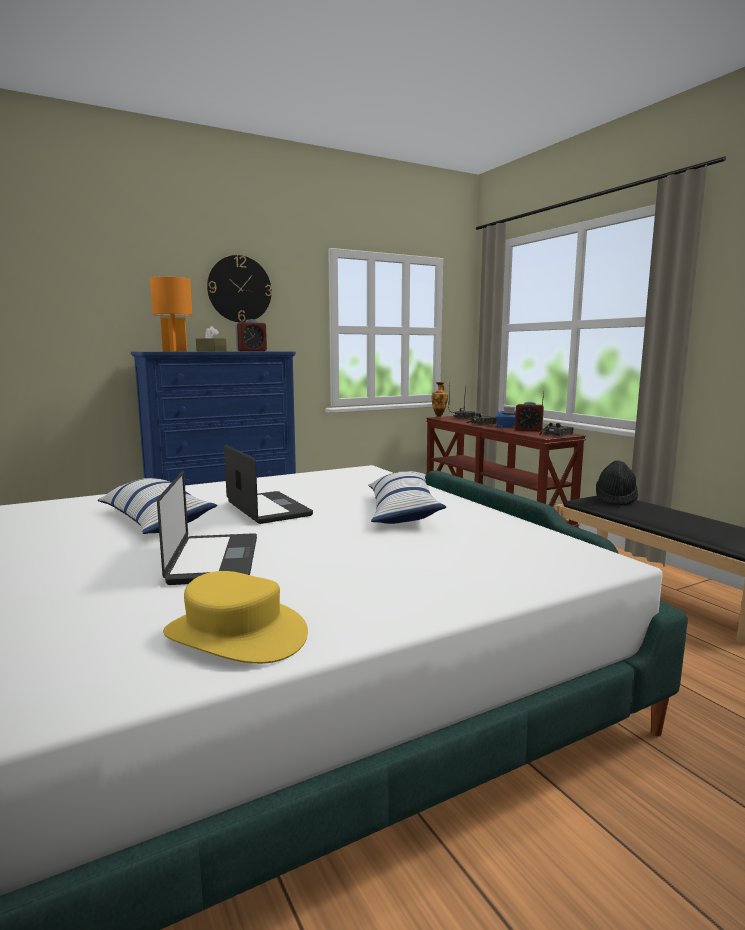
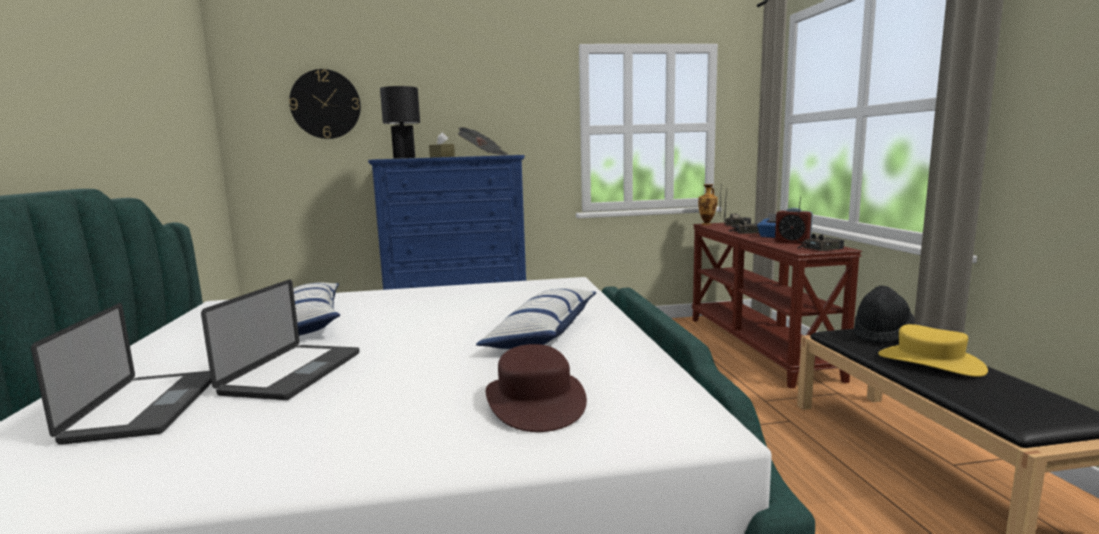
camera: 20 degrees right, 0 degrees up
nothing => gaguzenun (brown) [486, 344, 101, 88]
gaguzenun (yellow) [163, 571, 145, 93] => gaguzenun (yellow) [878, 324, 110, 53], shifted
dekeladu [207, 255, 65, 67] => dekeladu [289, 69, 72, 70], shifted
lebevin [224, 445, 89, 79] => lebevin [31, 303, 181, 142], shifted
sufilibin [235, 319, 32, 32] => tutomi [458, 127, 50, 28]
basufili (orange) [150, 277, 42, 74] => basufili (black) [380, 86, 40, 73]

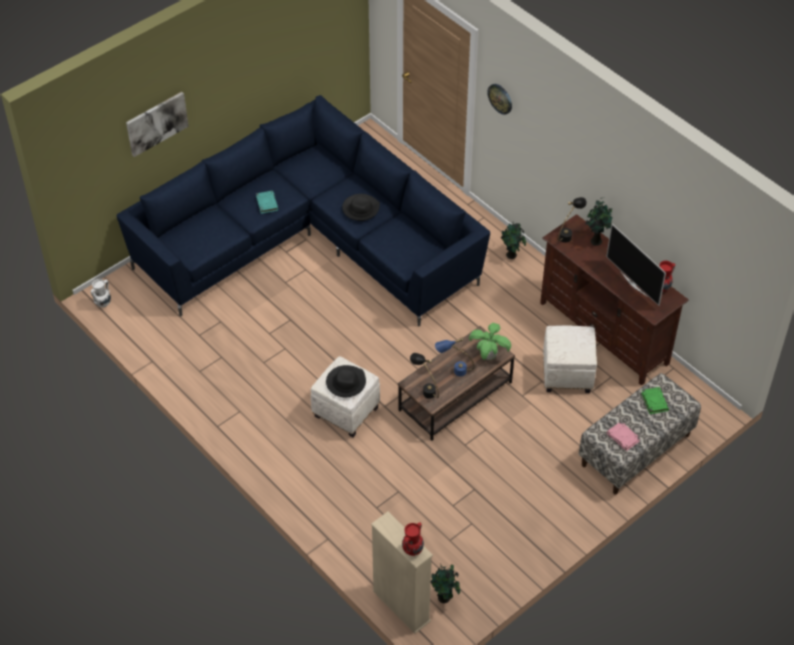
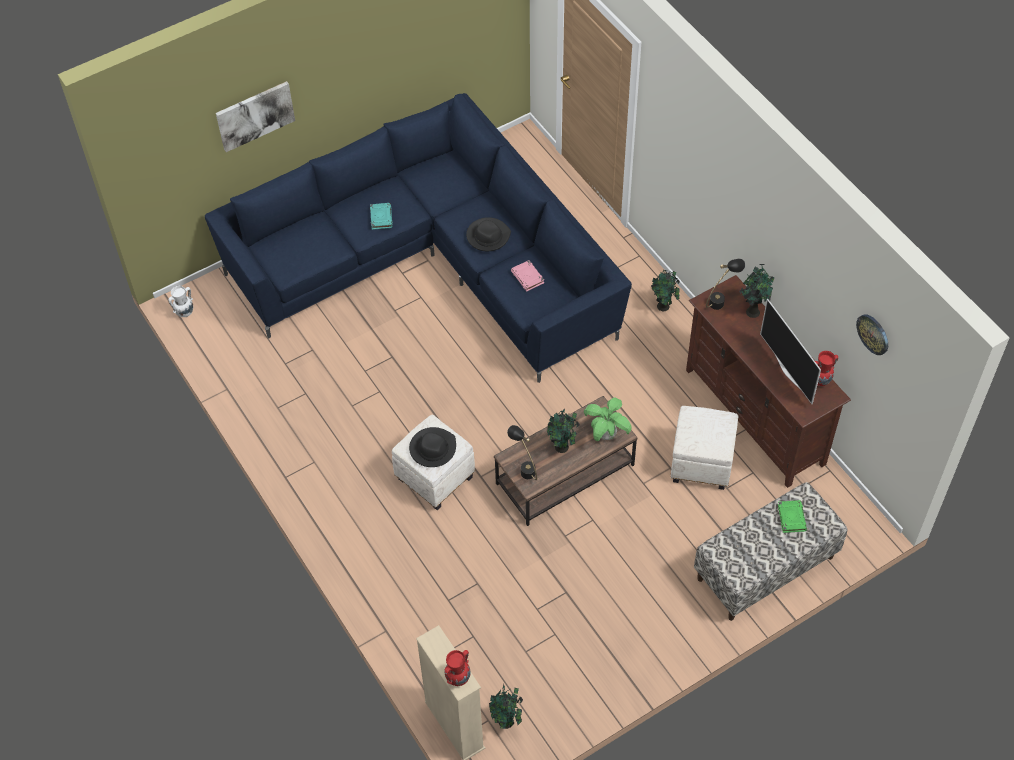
camera: 10 degrees right, 5 degrees up
dekeladu [487, 84, 25, 31] => dekeladu [856, 314, 32, 41], shifted
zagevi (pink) [606, 421, 35, 30] => zagevi (pink) [511, 260, 33, 31], shifted
basufili (blue) [435, 338, 39, 38] => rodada [547, 409, 33, 44]

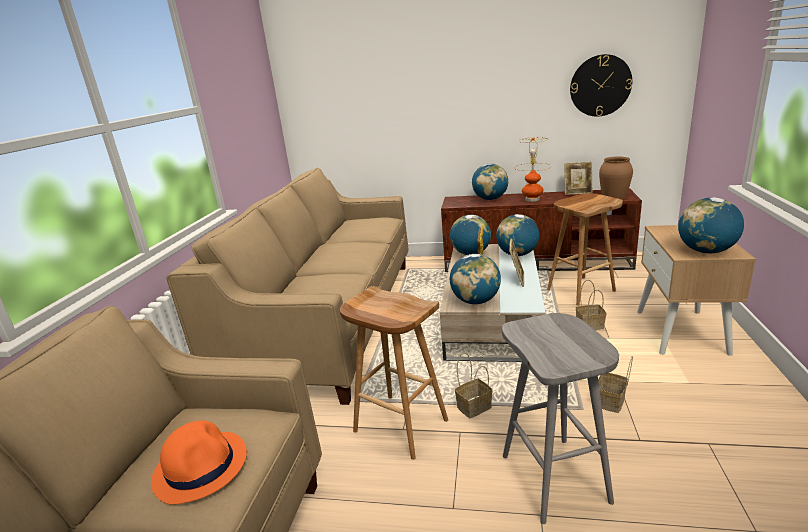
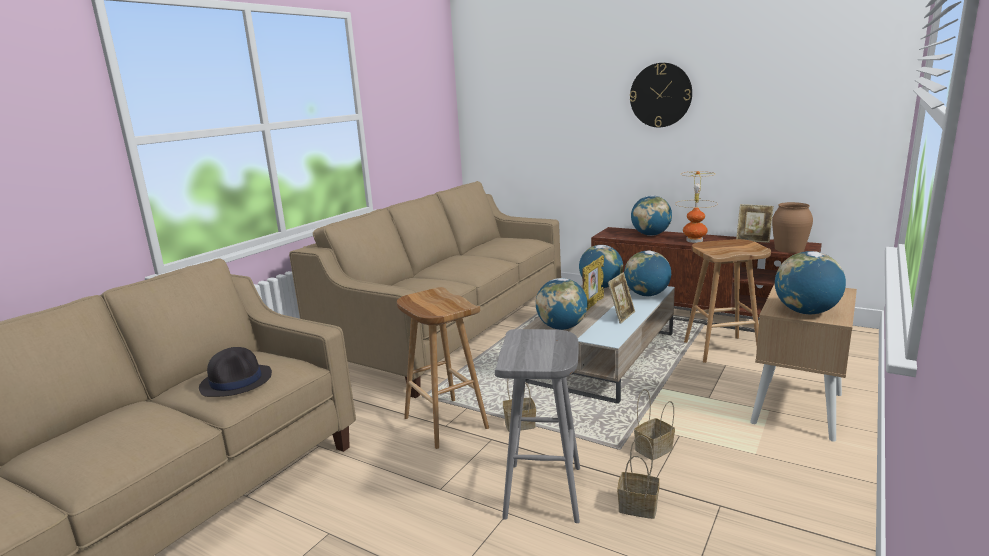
camera: 20 degrees right, 5 degrees down
dekeladu [570, 54, 62, 63] => dekeladu [630, 63, 62, 64], shifted
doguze [576, 280, 30, 50] => doguze [617, 435, 42, 84], shifted
gaguzenun (orange) [151, 420, 96, 85] => gaguzenun (black) [199, 347, 73, 50]

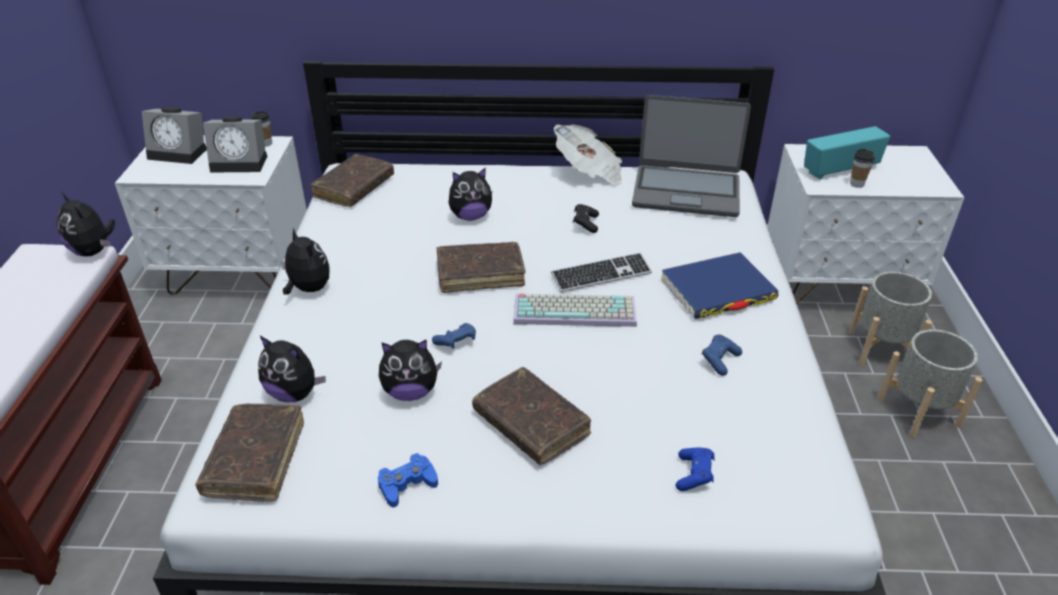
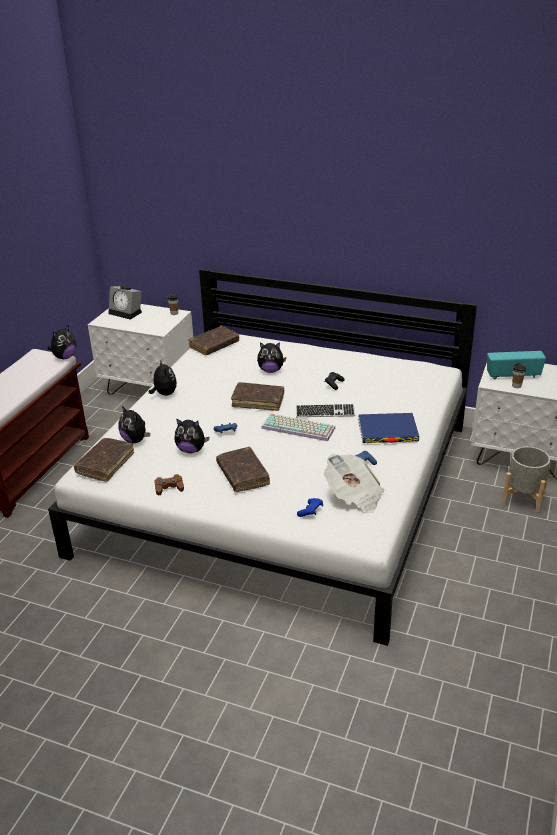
camera: 20 degrees right, 5 degrees down
sufilibin [203, 116, 65, 57] => nothing
lebevin [632, 95, 119, 122] => nothing
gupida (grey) [878, 329, 105, 109] => nothing
tutomi [554, 124, 68, 60] => tutomi [324, 454, 60, 59], shifted
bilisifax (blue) [378, 453, 60, 54] => bilisifax (brown) [154, 474, 30, 22]
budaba [57, 193, 58, 63] => budaba [48, 324, 28, 35], 120 degrees counterclockwise

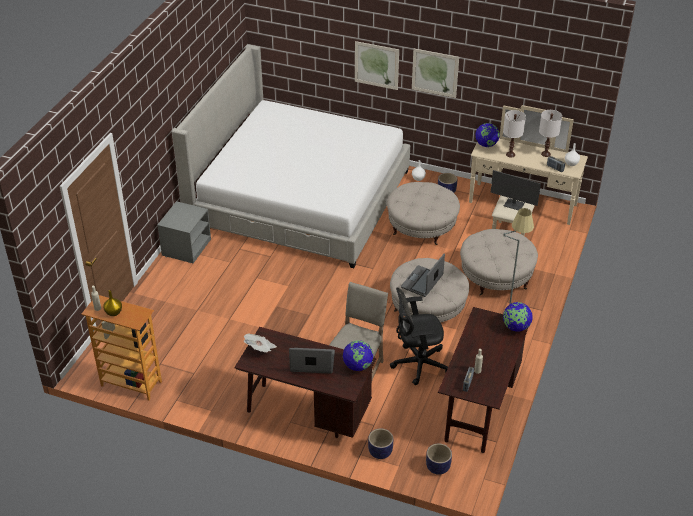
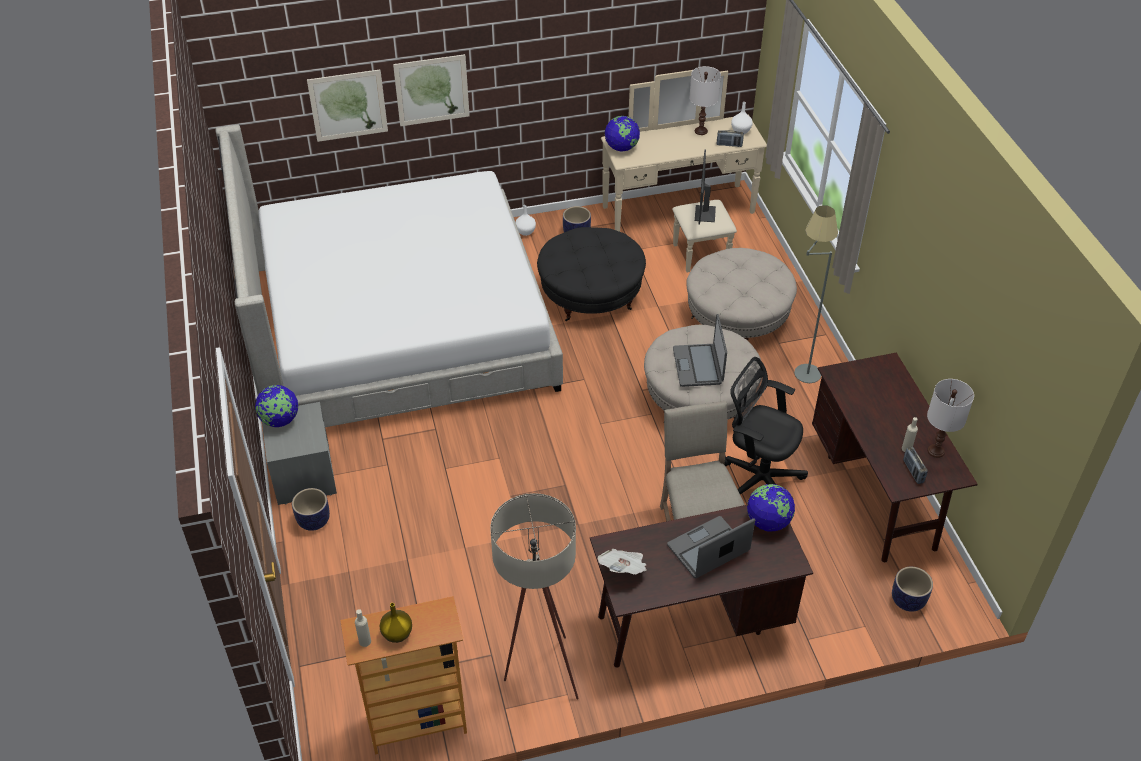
camera: 35 degrees left, 5 degrees up
nothing => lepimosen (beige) [490, 493, 89, 206]
gupida [368, 429, 25, 30] => gupida [292, 488, 38, 43], shifted
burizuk [412, 49, 47, 49] => burizuk [307, 69, 81, 73], shifted
basufili (white) [503, 110, 23, 48] => basufili (white) [927, 379, 47, 79], shifted
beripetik [503, 302, 30, 30] => beripetik [255, 385, 43, 42], shifted
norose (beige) [387, 182, 73, 63] => norose (black) [537, 227, 109, 94]
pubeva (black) [390, 288, 58, 97] => pubeva (black) [724, 357, 84, 137], 75 degrees clockwise
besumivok [491, 170, 50, 40] => besumivok [695, 149, 21, 75], 105 degrees clockwise

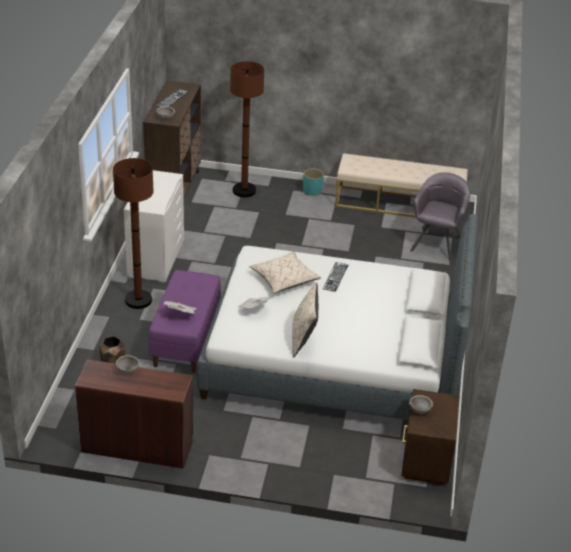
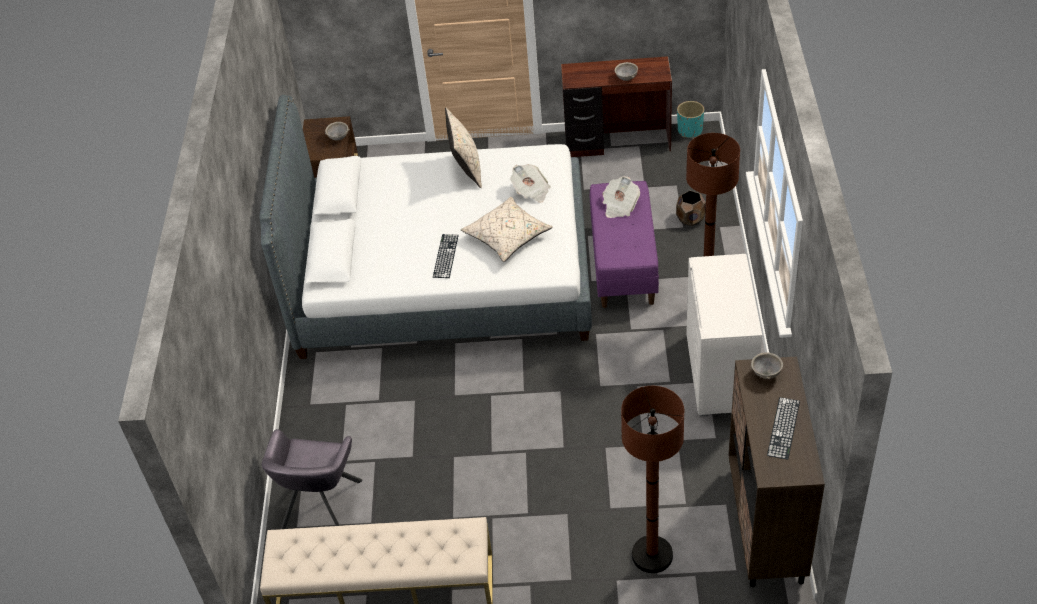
camera: 175 degrees right, 10 degrees up
gupida (turquoise) [303, 168, 21, 28] => gupida (turquoise) [677, 101, 27, 37], shifted

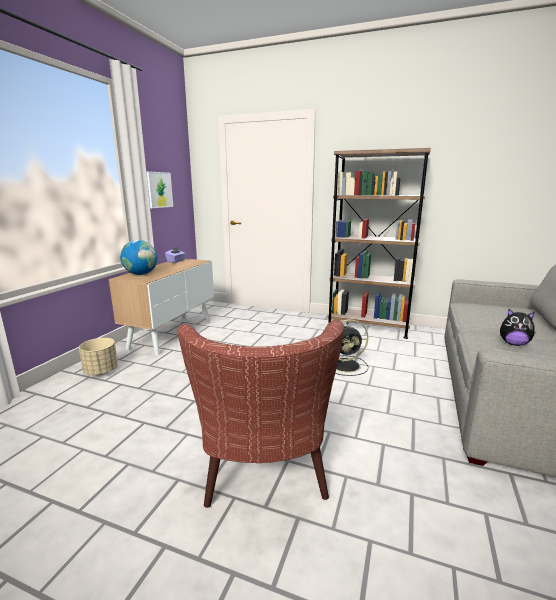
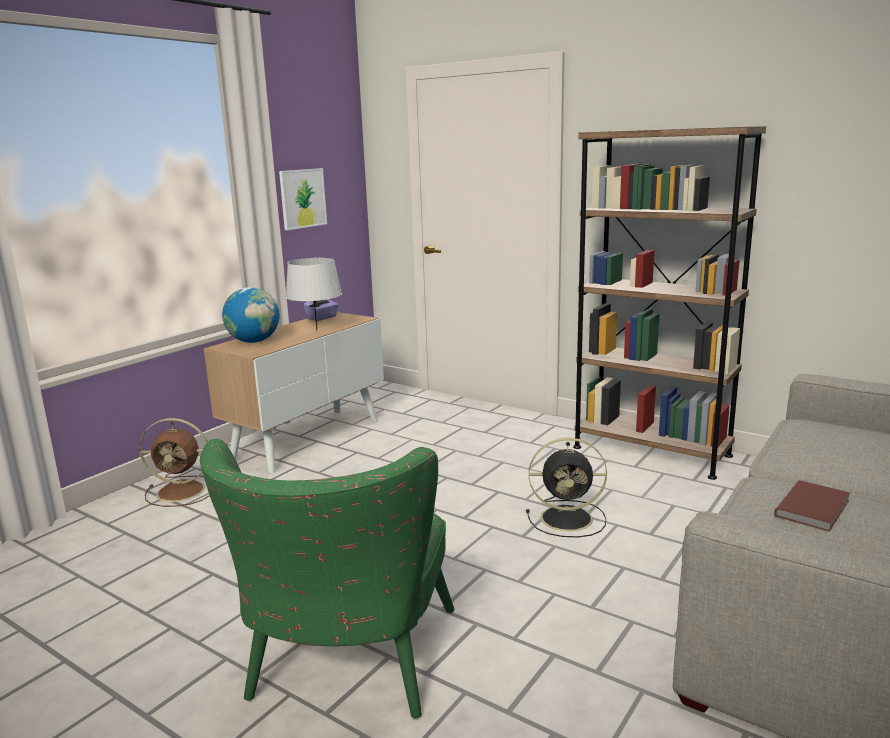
camera: 15 degrees right, 0 degrees up
nothing => basufili (grey) [286, 258, 56, 72]
gupida (beige) [79, 338, 39, 37] => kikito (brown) [139, 418, 71, 89]
budaba [500, 309, 35, 37] => zagevi (brown) [774, 480, 76, 52]
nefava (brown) [177, 320, 167, 188] => nefava (green) [200, 439, 254, 279]

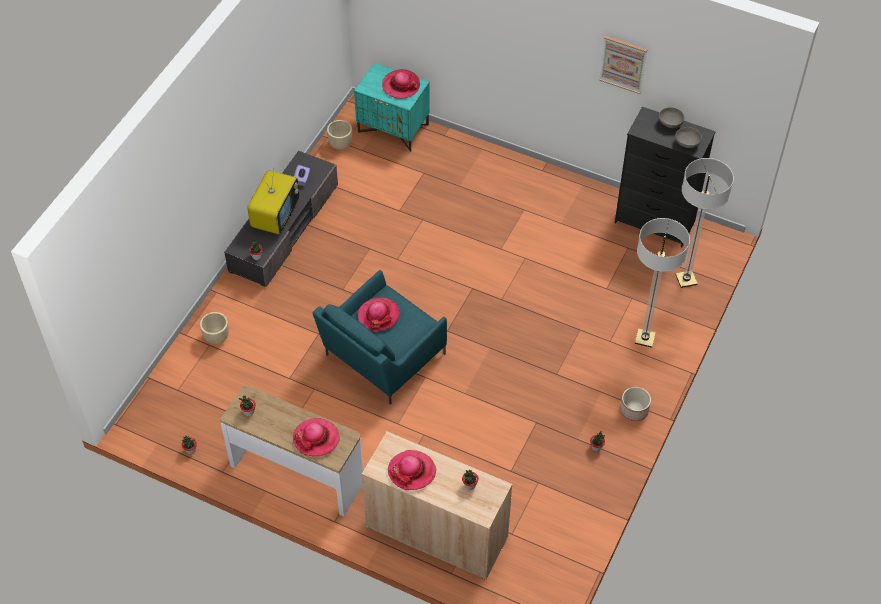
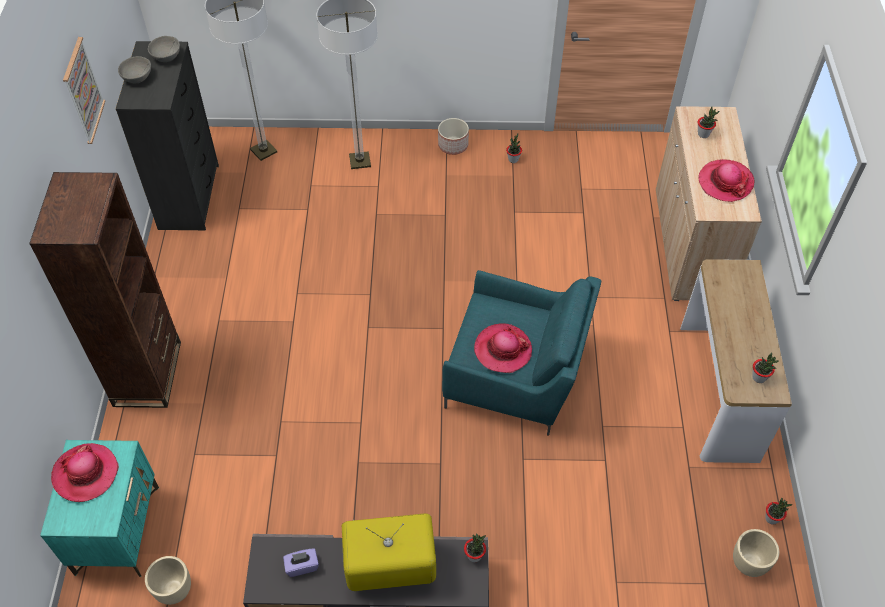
camera: 115 degrees left, 0 degrees up
gaguzenun [293, 418, 47, 38] => nothing
nothing => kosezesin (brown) [29, 172, 152, 236]
gupida (beige) [200, 312, 29, 32] => gupida (beige) [733, 529, 46, 48], shifted

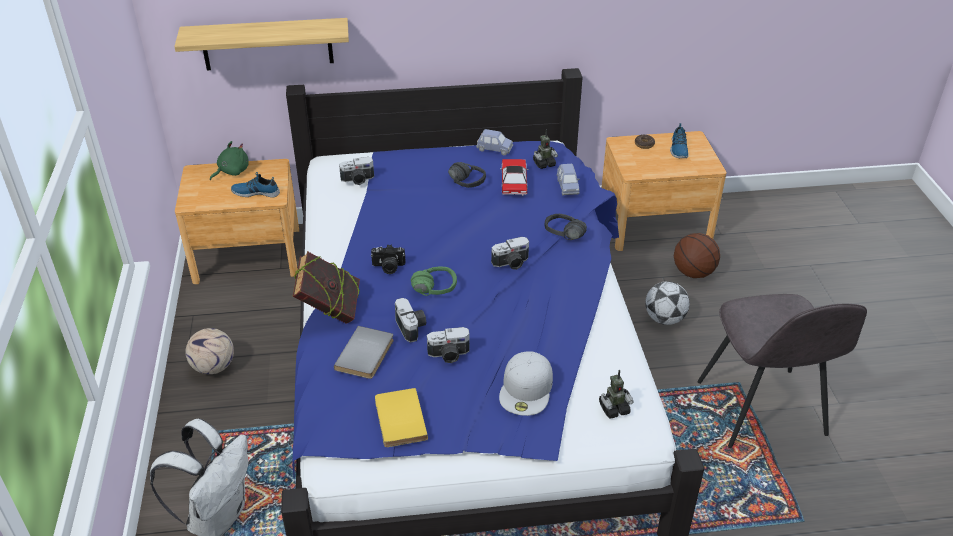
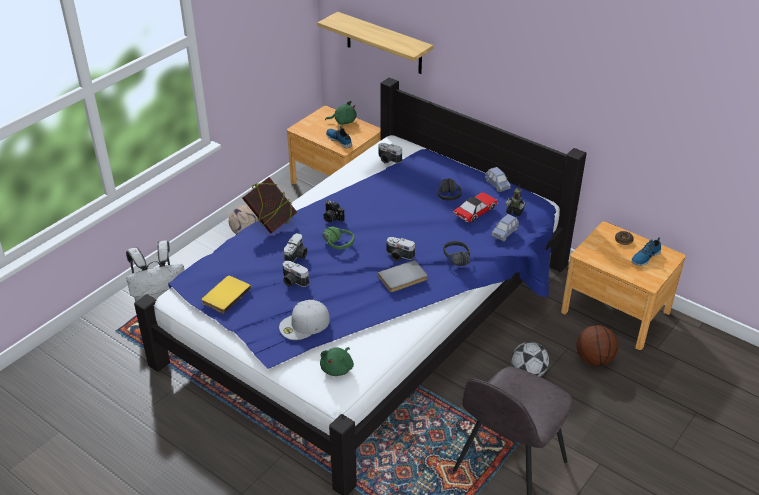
camera: 45 degrees right, 0 degrees up
zagevi (grey) [334, 326, 60, 53] => zagevi (grey) [378, 260, 50, 32], shifted
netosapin [599, 370, 35, 48] => budaba (green) [320, 347, 34, 29]

